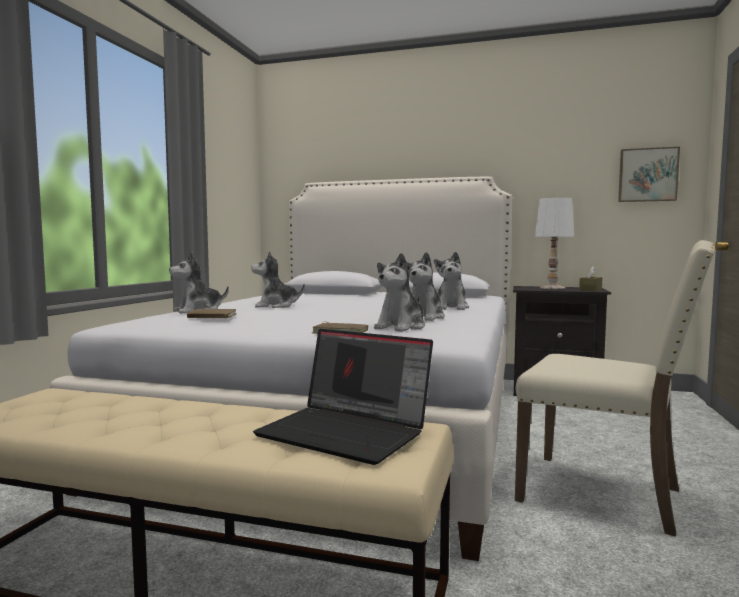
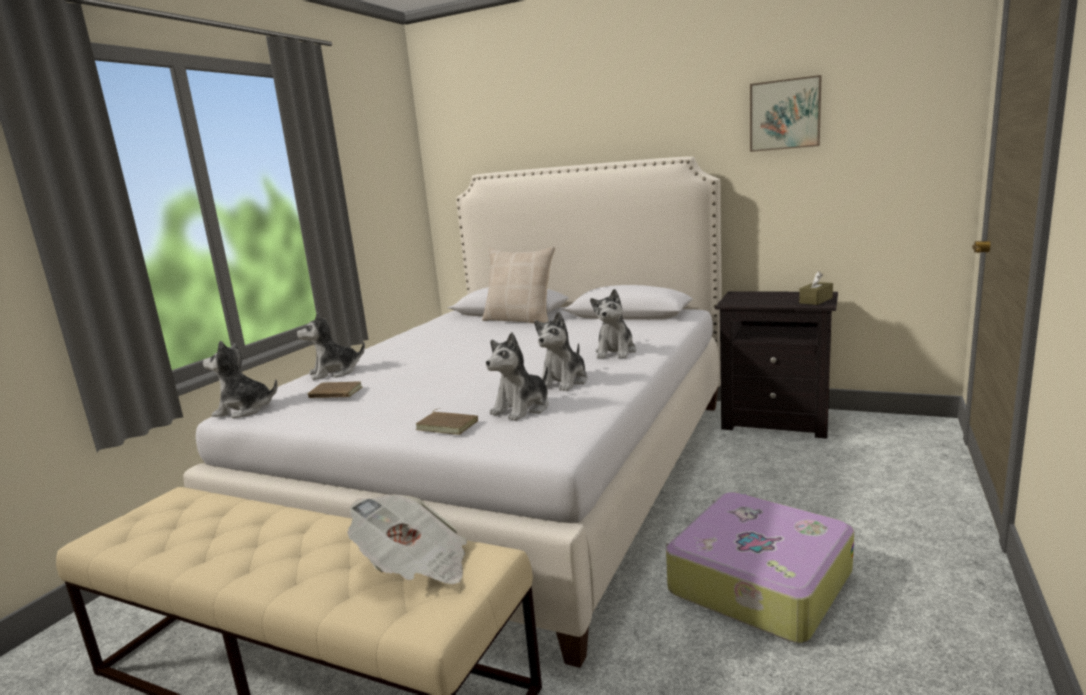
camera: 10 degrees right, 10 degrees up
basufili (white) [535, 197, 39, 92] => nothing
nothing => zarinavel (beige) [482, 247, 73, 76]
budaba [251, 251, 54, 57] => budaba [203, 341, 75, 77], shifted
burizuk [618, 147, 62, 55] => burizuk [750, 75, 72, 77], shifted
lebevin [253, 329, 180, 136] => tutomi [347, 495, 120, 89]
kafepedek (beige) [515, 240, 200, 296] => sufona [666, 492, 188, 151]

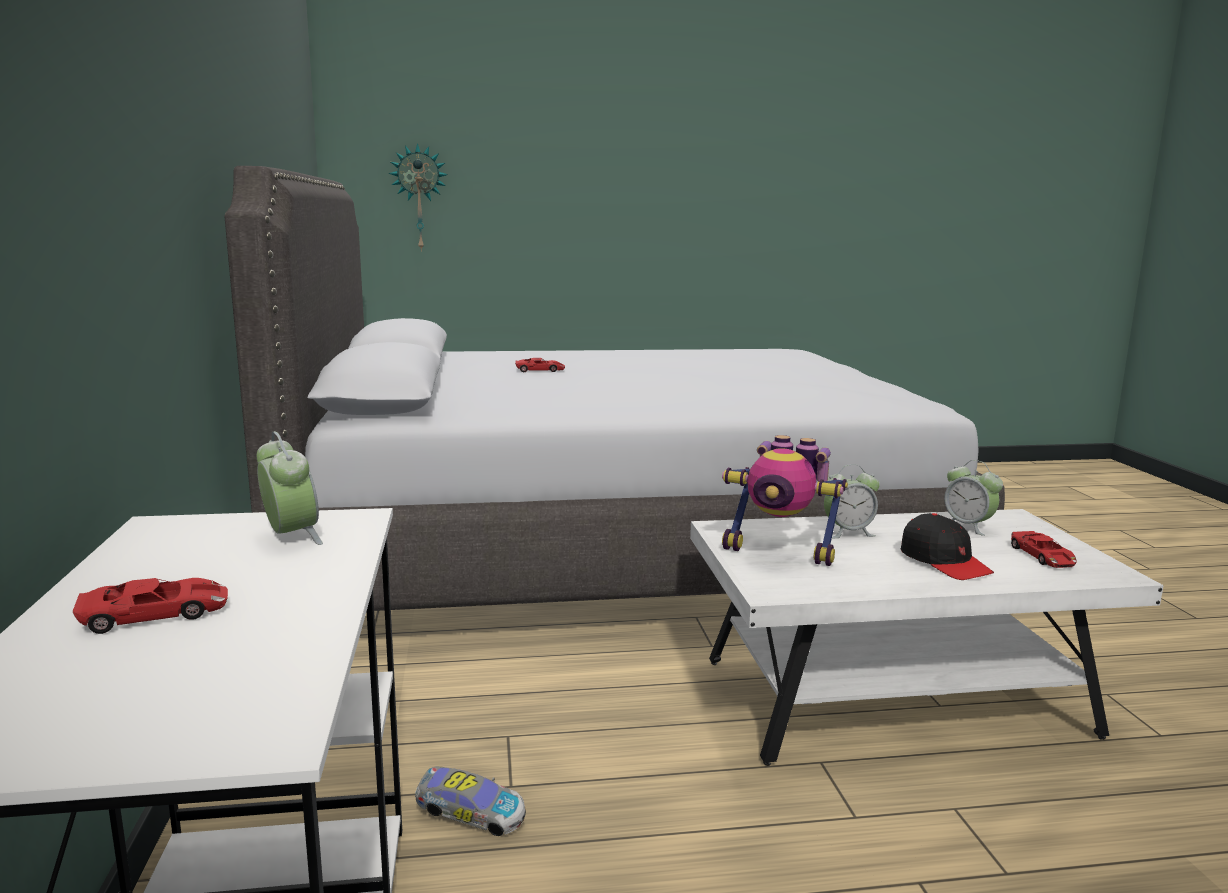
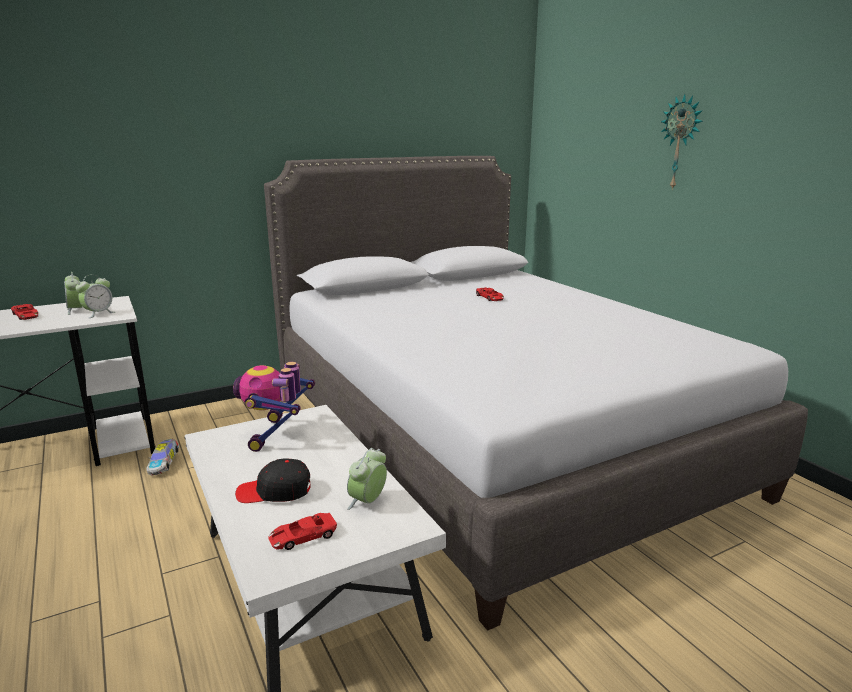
camera: 70 degrees right, 5 degrees up
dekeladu [389, 143, 59, 109] => dekeladu [661, 94, 42, 96], shifted
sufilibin [824, 464, 56, 74] => sufilibin [64, 272, 18, 43], shifted
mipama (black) [901, 513, 93, 67] => mipama (black) [235, 459, 76, 44], 45 degrees clockwise

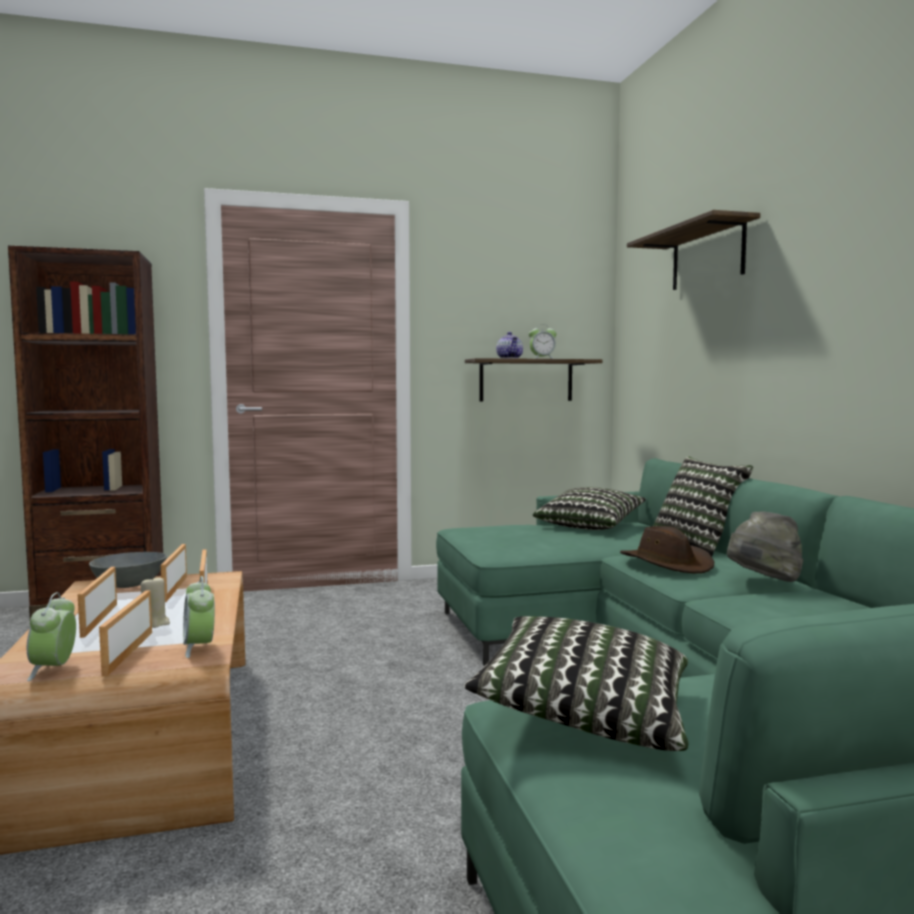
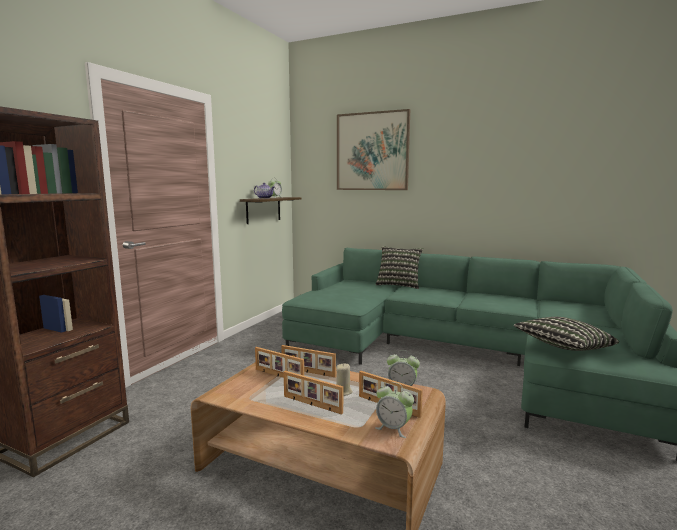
camera: 50 degrees left, 5 degrees up
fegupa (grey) [89, 552, 78, 36] => nothing
zarinavel [533, 487, 113, 43] => nothing
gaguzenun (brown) [620, 526, 94, 47] => nothing
gaguzenun (grey) [727, 511, 77, 71] => nothing
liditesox [627, 210, 133, 80] => burizuk [337, 109, 73, 81]

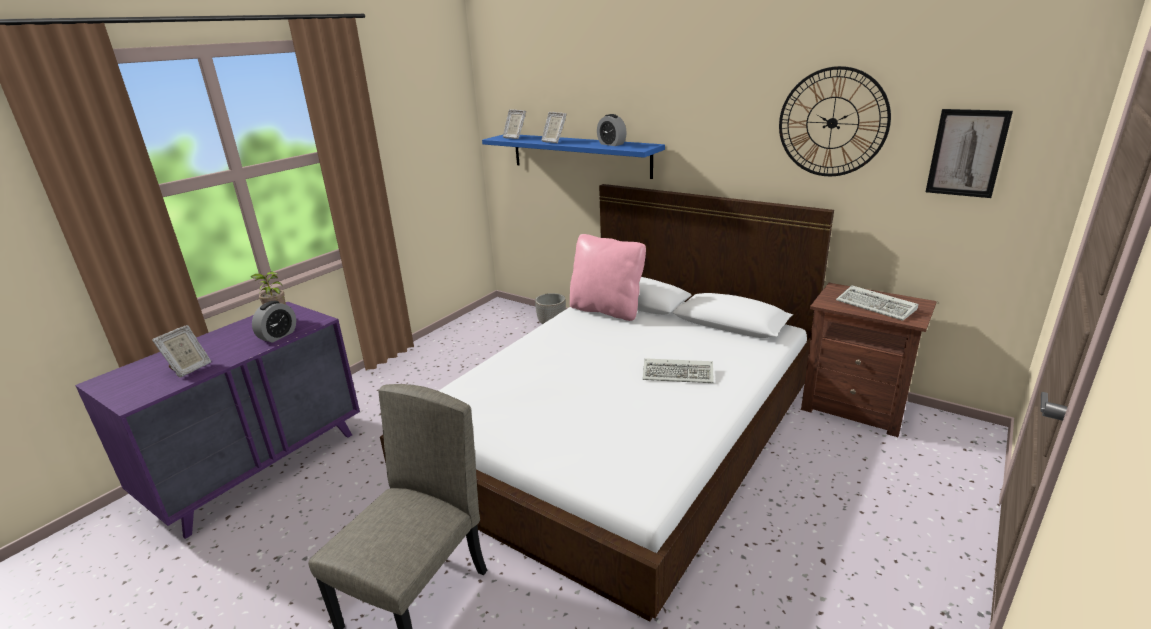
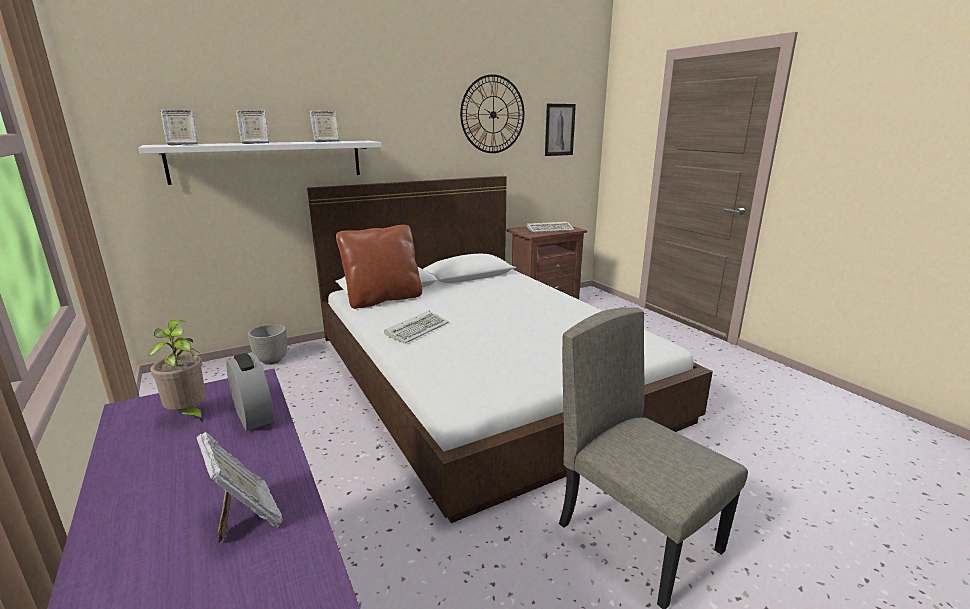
camera: 65 degrees left, 5 degrees down
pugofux [643, 358, 71, 25] => pugofux [384, 311, 65, 33], shifted
sufilibin [597, 114, 30, 32] => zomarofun [309, 111, 31, 31]
liditesox (blue) [482, 135, 183, 44] => liditesox (white) [139, 141, 243, 44]
zarinavel (pink) [570, 234, 76, 87] => zarinavel (brown) [336, 225, 86, 84]

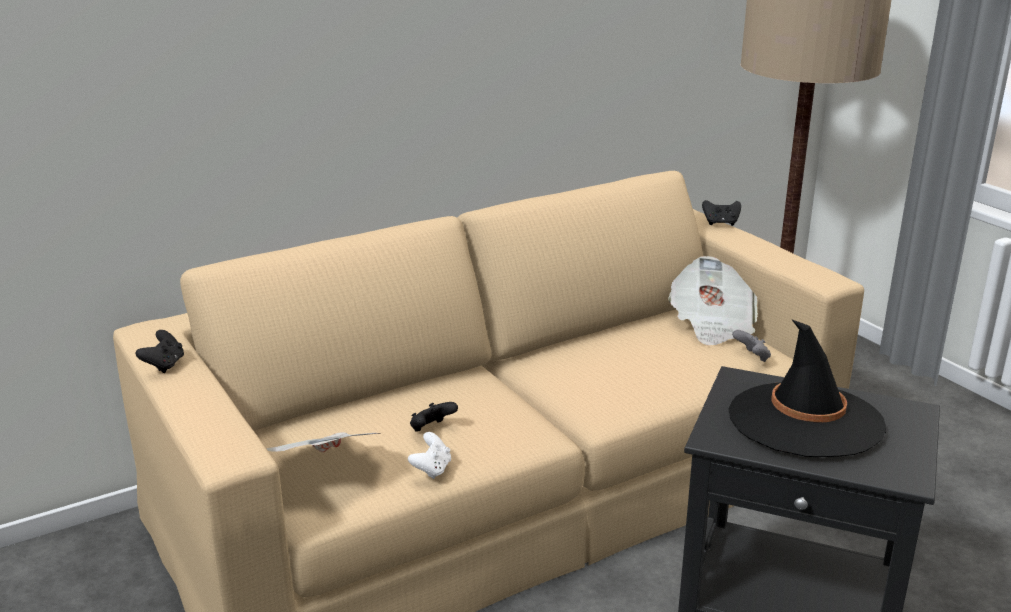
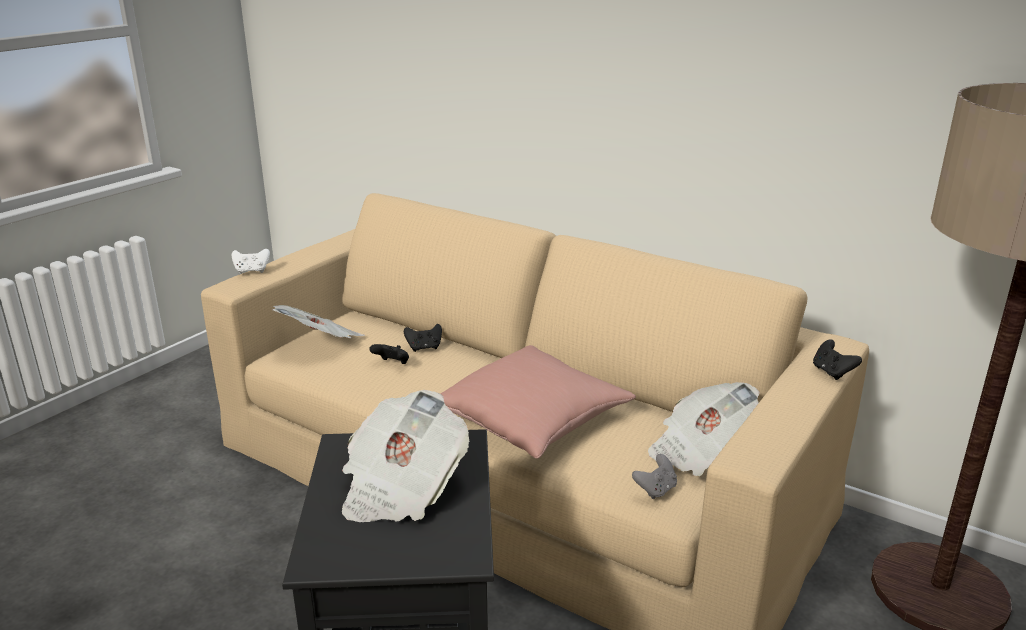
camera: 65 degrees right, 0 degrees up
nothing => zarinavel (pink) [441, 345, 195, 114]
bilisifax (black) [135, 330, 49, 43] => bilisifax (black) [404, 324, 38, 28], shifted
bilisifax (white) [408, 432, 43, 47] => bilisifax (white) [232, 249, 38, 25], shifted
gaguzenun (black) [728, 319, 158, 138] => tutomi [341, 390, 128, 132]

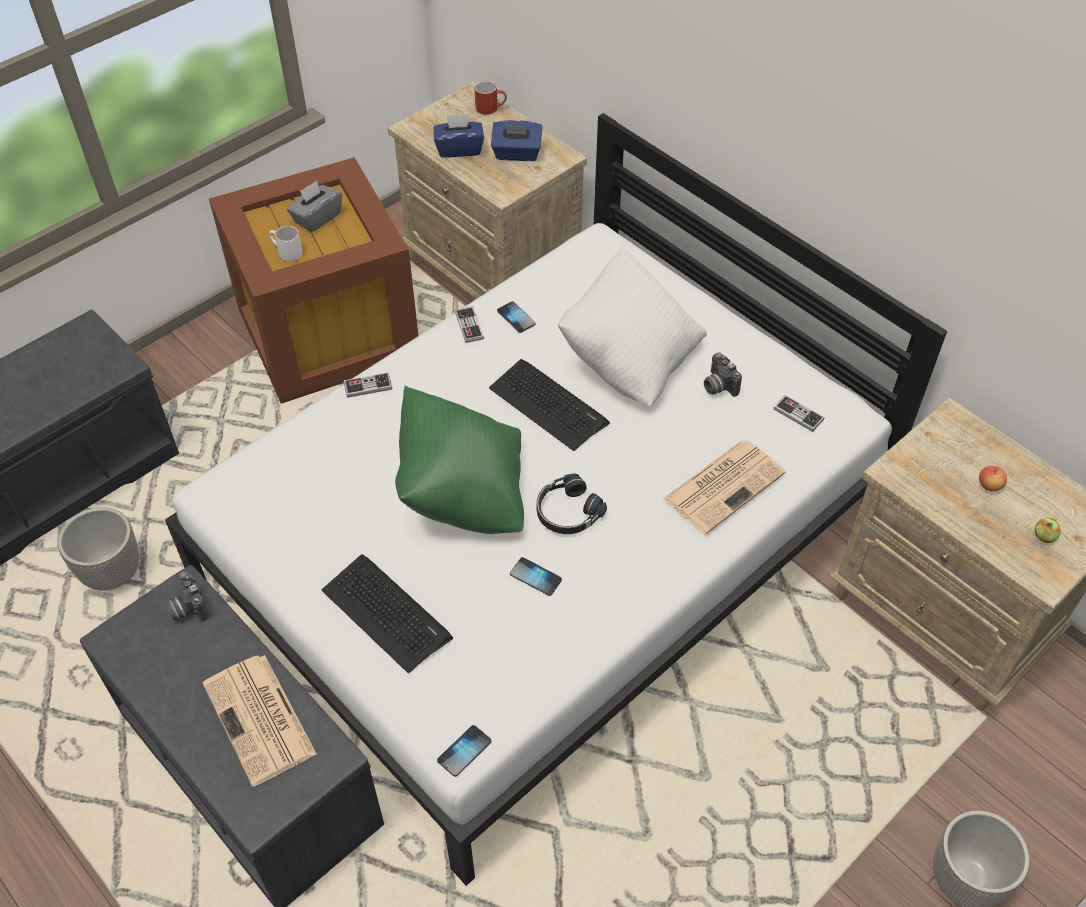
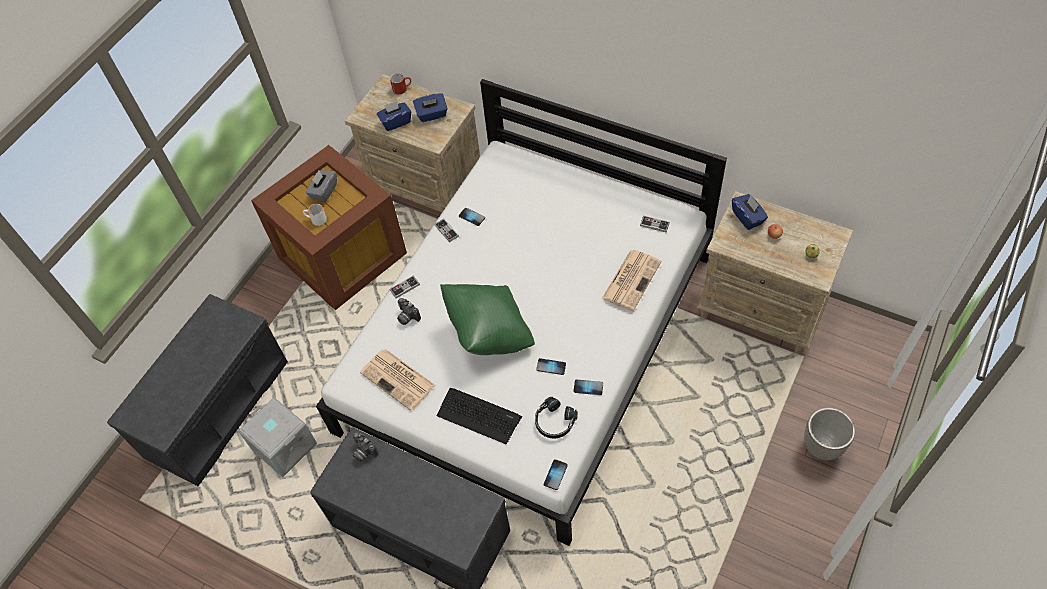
camera: 15 degrees left, 5 degrees up
pugofux [489, 359, 121, 92] => nothing
zarinavel (white) [558, 246, 149, 160] => nothing
nothing => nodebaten [573, 380, 30, 15]
nothing => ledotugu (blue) [732, 194, 36, 36]
tutomi [202, 655, 114, 132] => tutomi [360, 349, 75, 62], shifted
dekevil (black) [537, 473, 70, 61] => dekevil (black) [535, 397, 43, 42], shifted
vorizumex [704, 352, 38, 45] => vorizumex [397, 298, 24, 27], shifted
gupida [58, 507, 82, 84] => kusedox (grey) [238, 397, 79, 80]

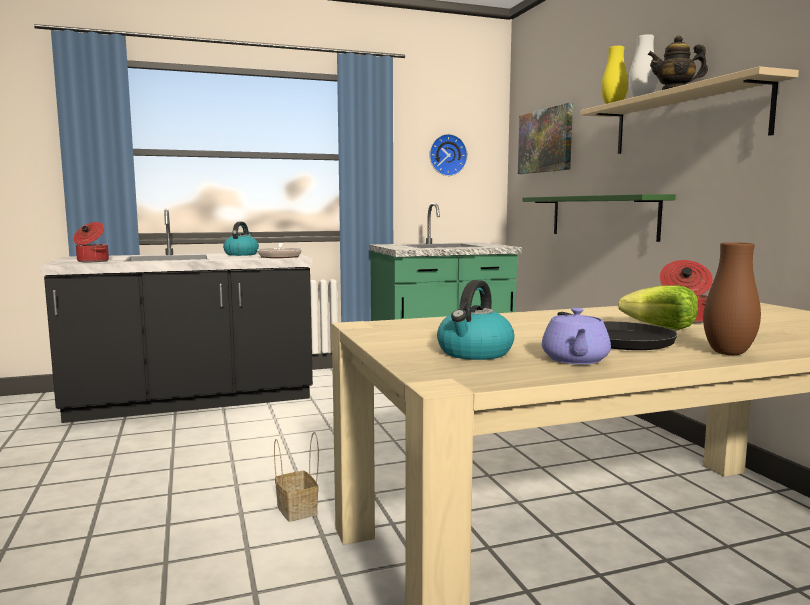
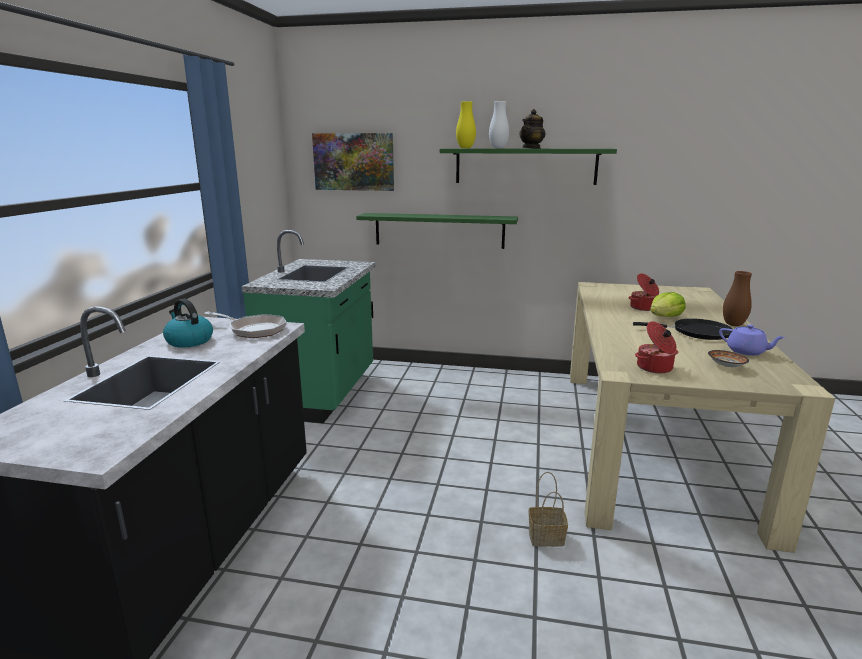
camera: 60 degrees left, 10 degrees up
dekeladu [429, 134, 39, 42] => nothing
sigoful [73, 222, 36, 40] => sigoful [635, 321, 44, 52], shifted
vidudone [437, 280, 78, 80] => fegupa [708, 350, 41, 17]
liditesox (beige) [581, 66, 218, 88] => liditesox (green) [440, 148, 177, 37]

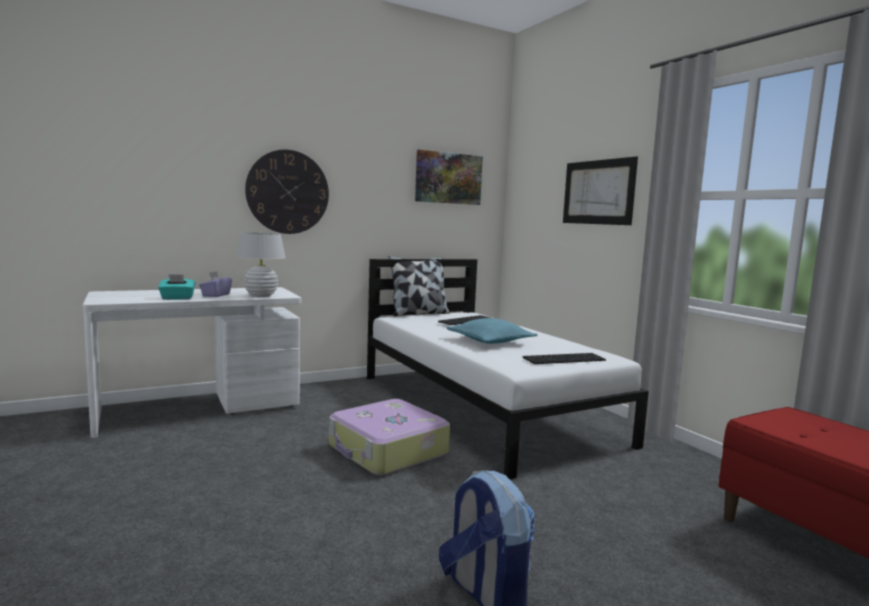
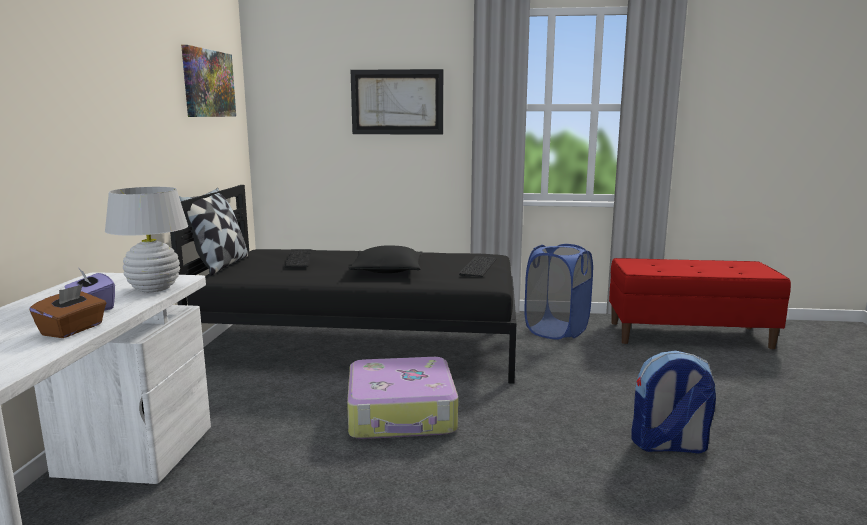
camera: 55 degrees left, 5 degrees up
dekeladu [245, 150, 84, 84] => nothing
nothing => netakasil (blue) [524, 244, 69, 96]
ledotugu (turquoise) [158, 274, 38, 26] => ledotugu (brown) [29, 284, 77, 54]
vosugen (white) [367, 259, 282, 220] => vosugen (black) [170, 185, 346, 199]
zarinavel (turquoise) [447, 318, 91, 26] => zarinavel (black) [348, 245, 75, 28]

